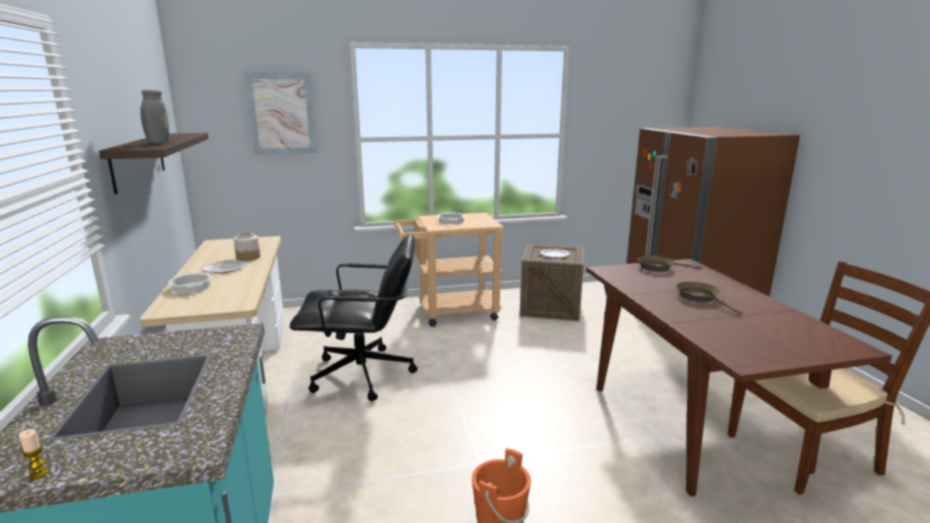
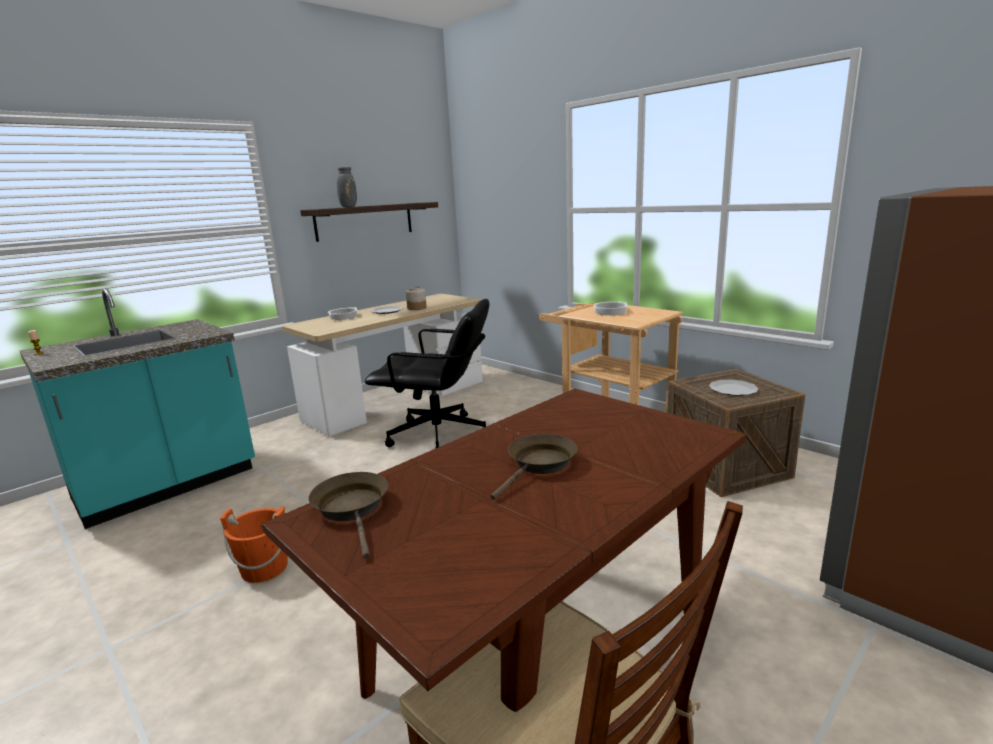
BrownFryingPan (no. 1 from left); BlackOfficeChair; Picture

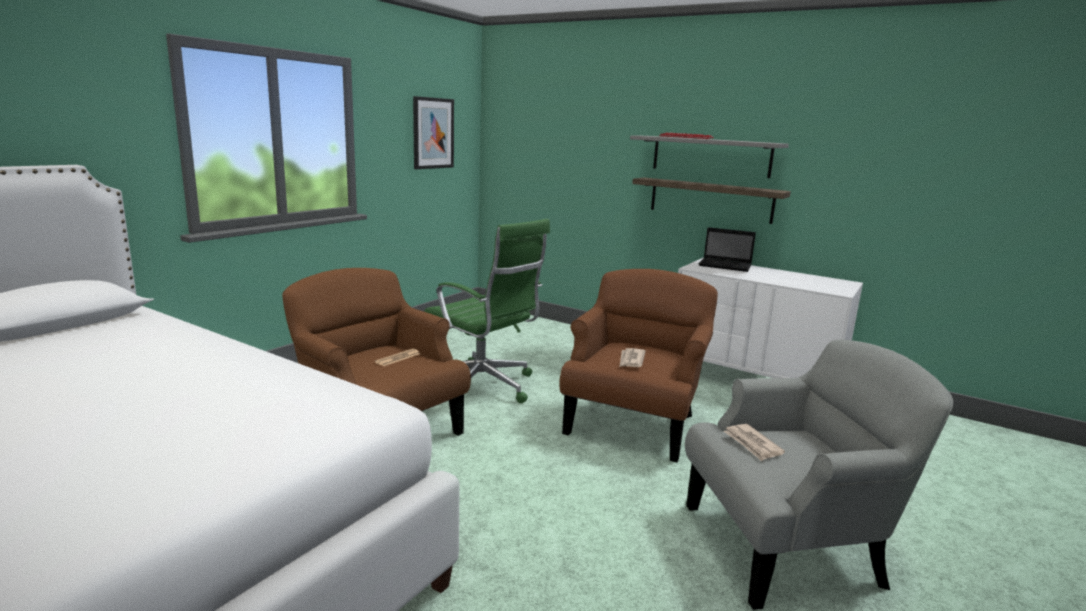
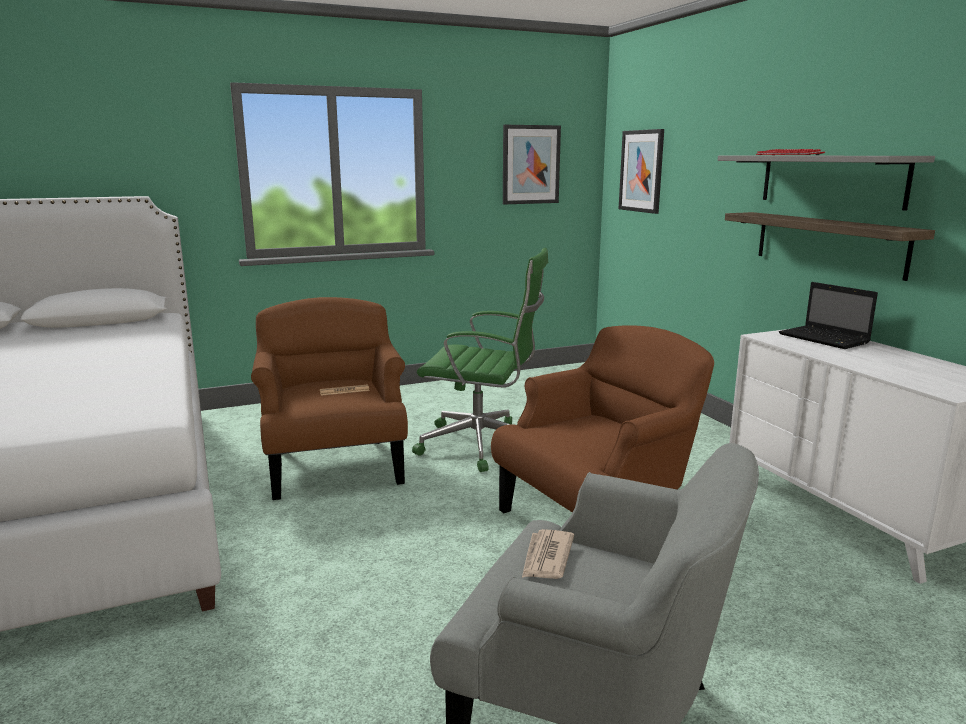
GreenOfficeChair; Picture (no. 2 from left); Newspaper (no. 2 from left in the first image)

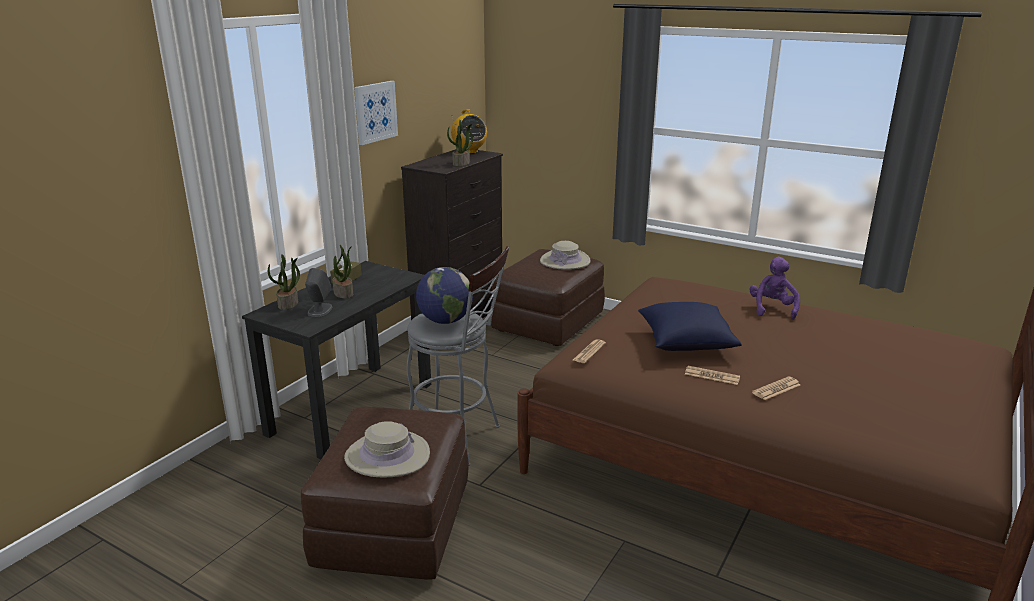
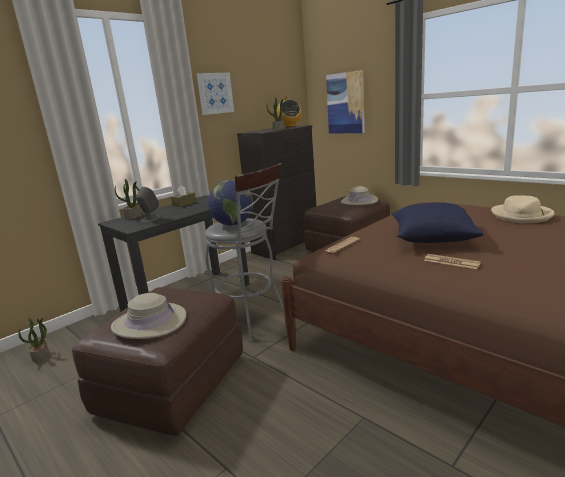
PottedPlant (no. 1 from left); Picture (no. 2 from left); BeigeHat (no. 3 from left); Newspaper (no. 3 from left in the first image)

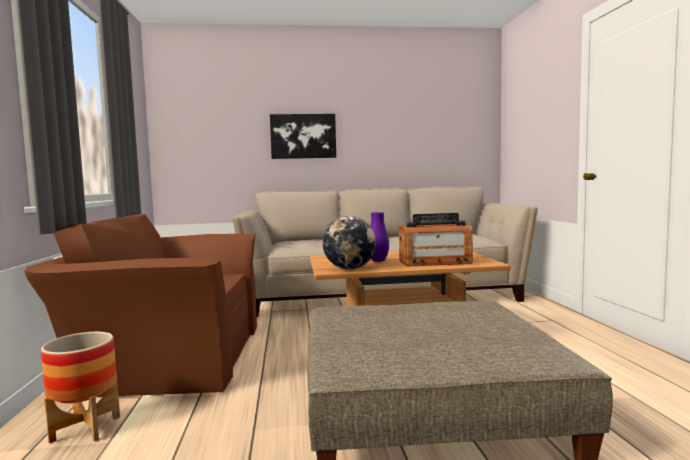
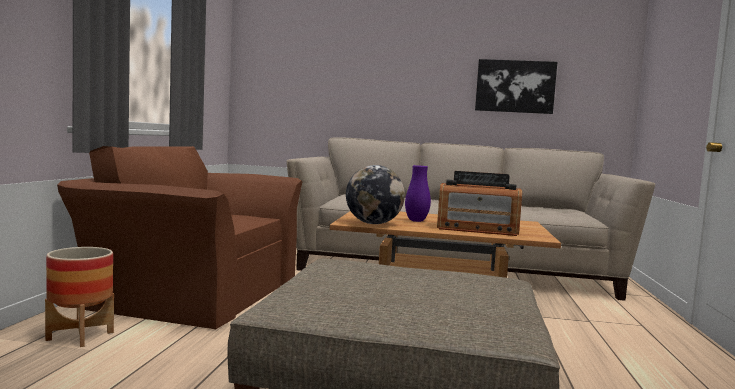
Picture

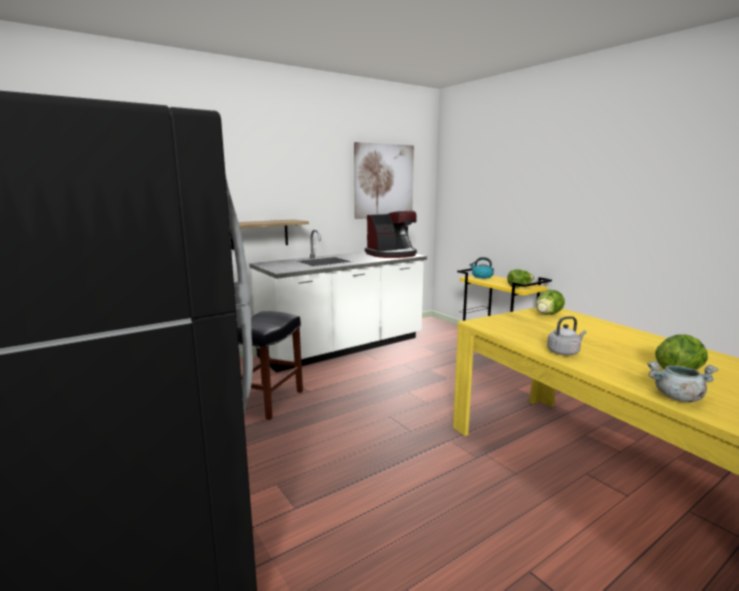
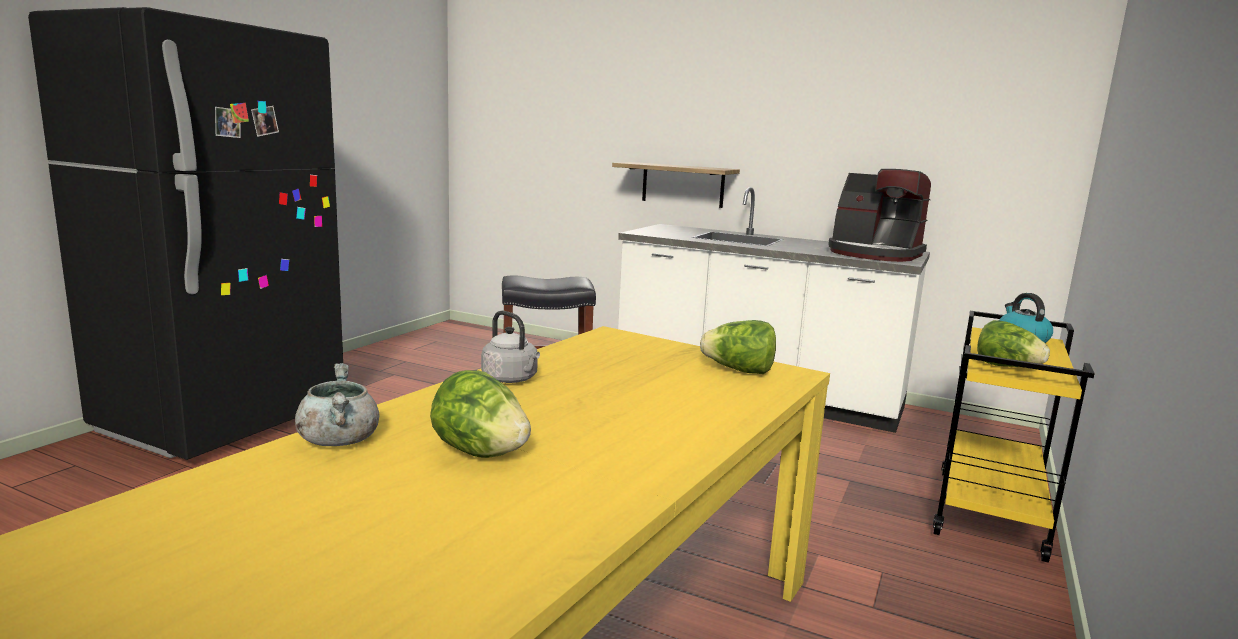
Picture

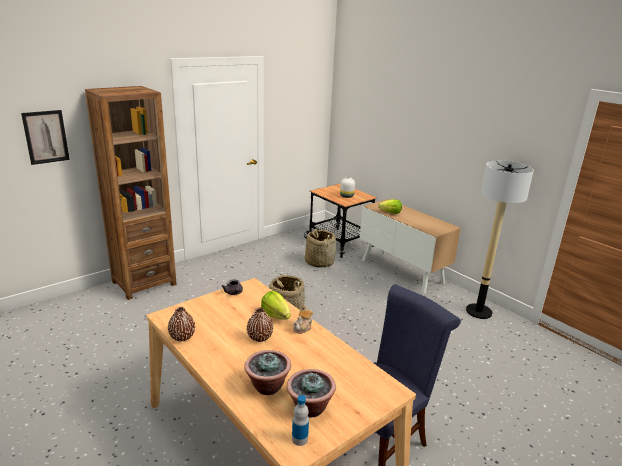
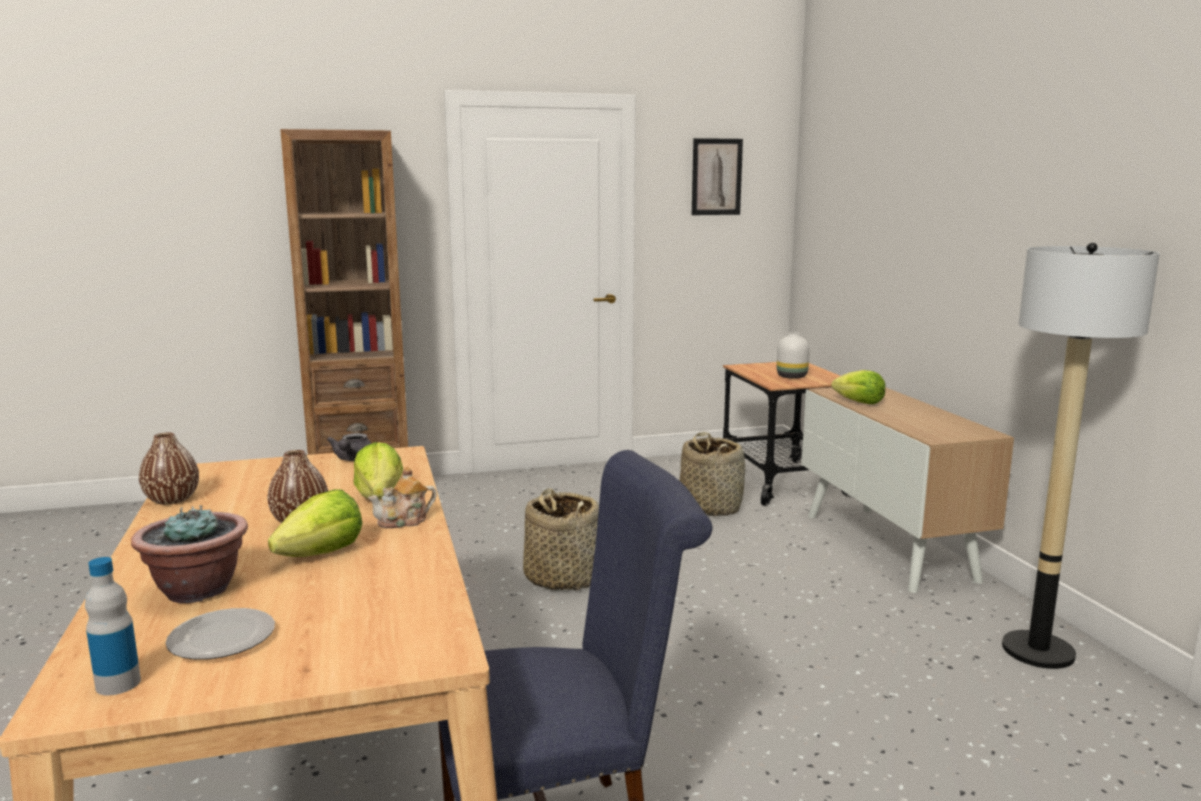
Plate; Lettuce (no. 1 from left); Picture

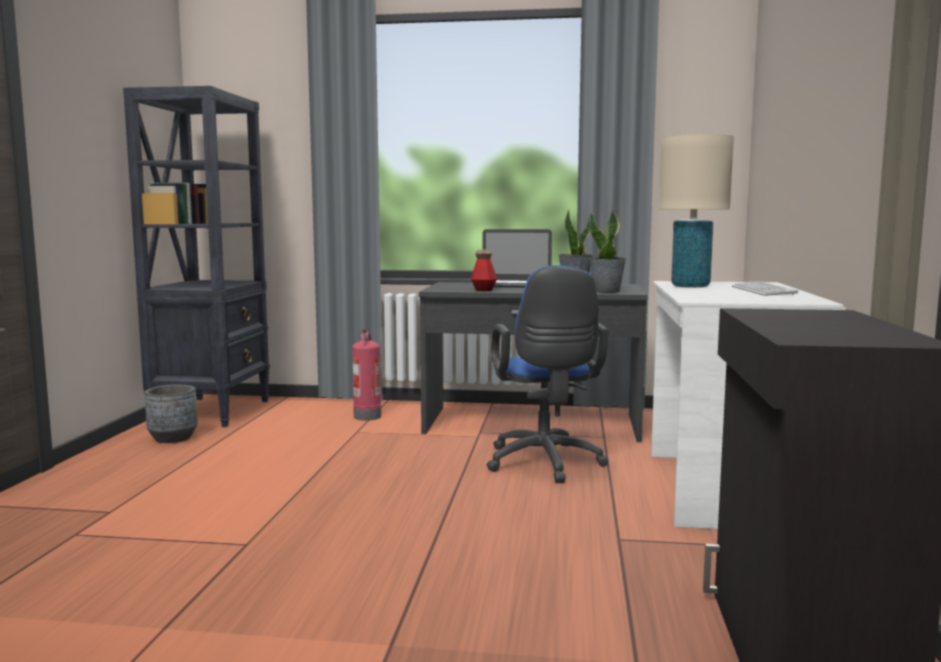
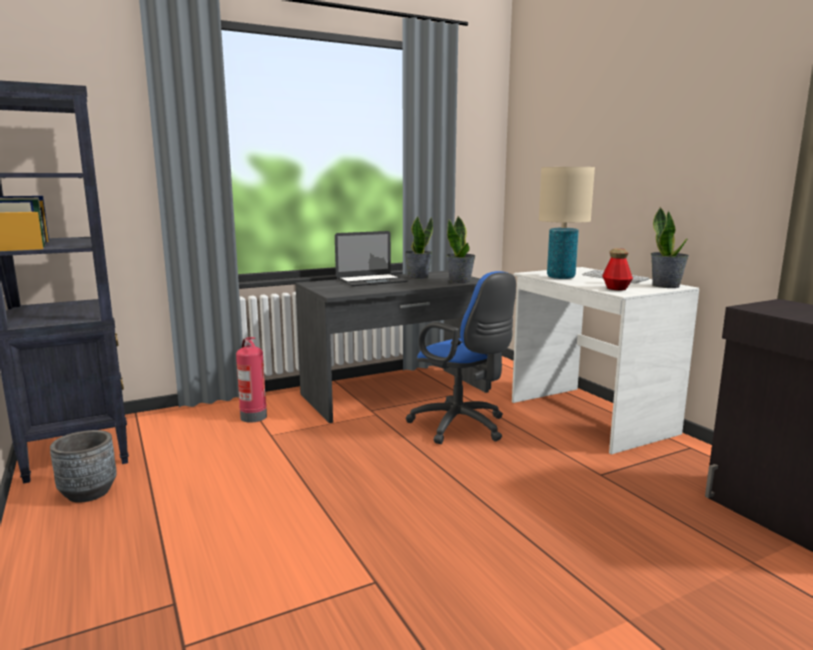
Bottle; PottedPlant (no. 3 from left)

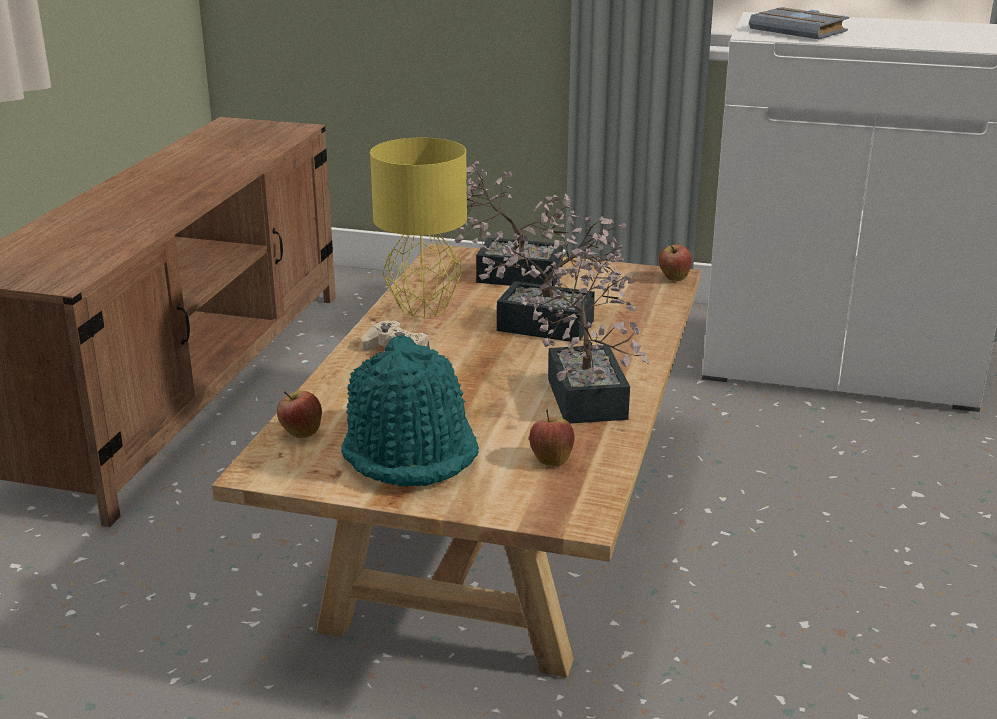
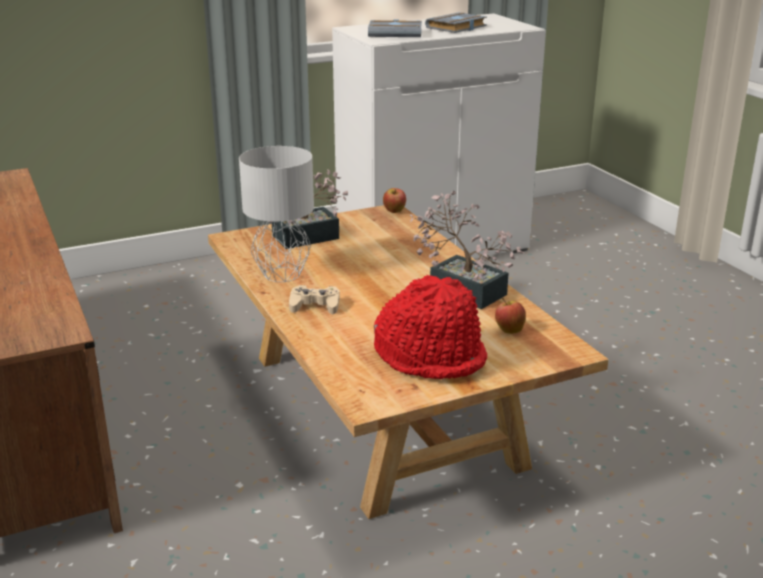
GreyTableLamp; RedHat; GreyBook (no. 2 from left); Apple (no. 1 from left in the first image); PottedPlant (no. 2 from left in the first image)

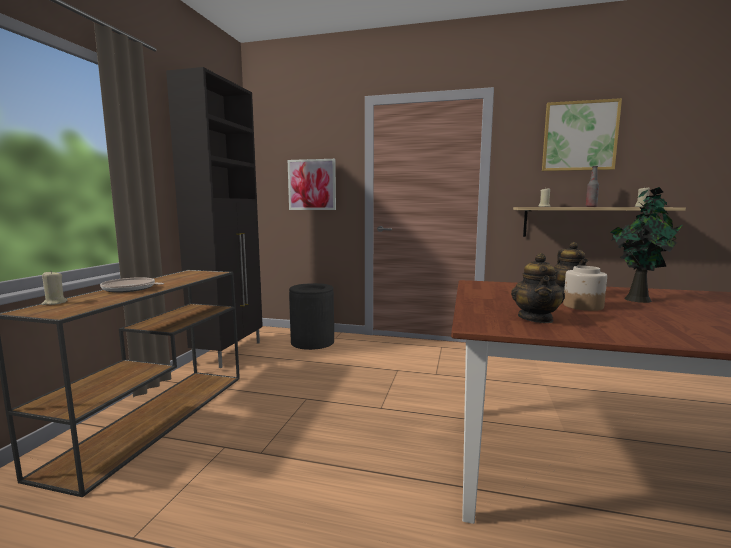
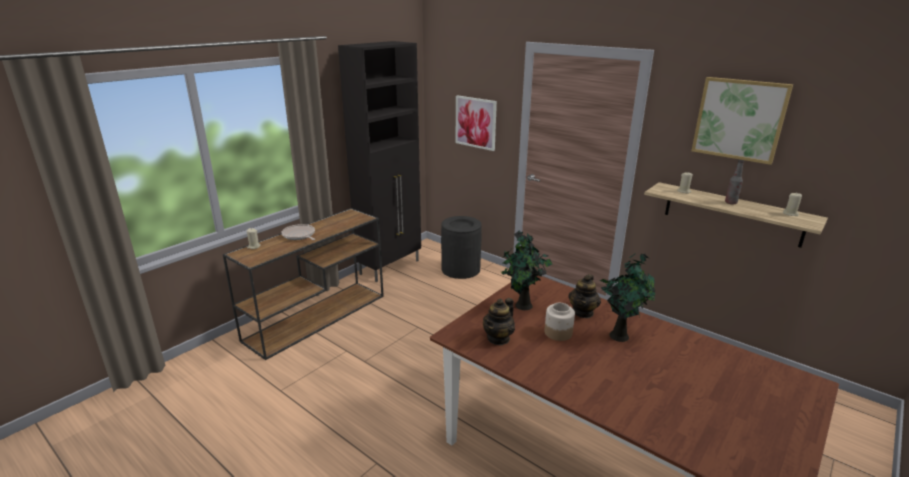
PottedPlant (no. 1 from left)

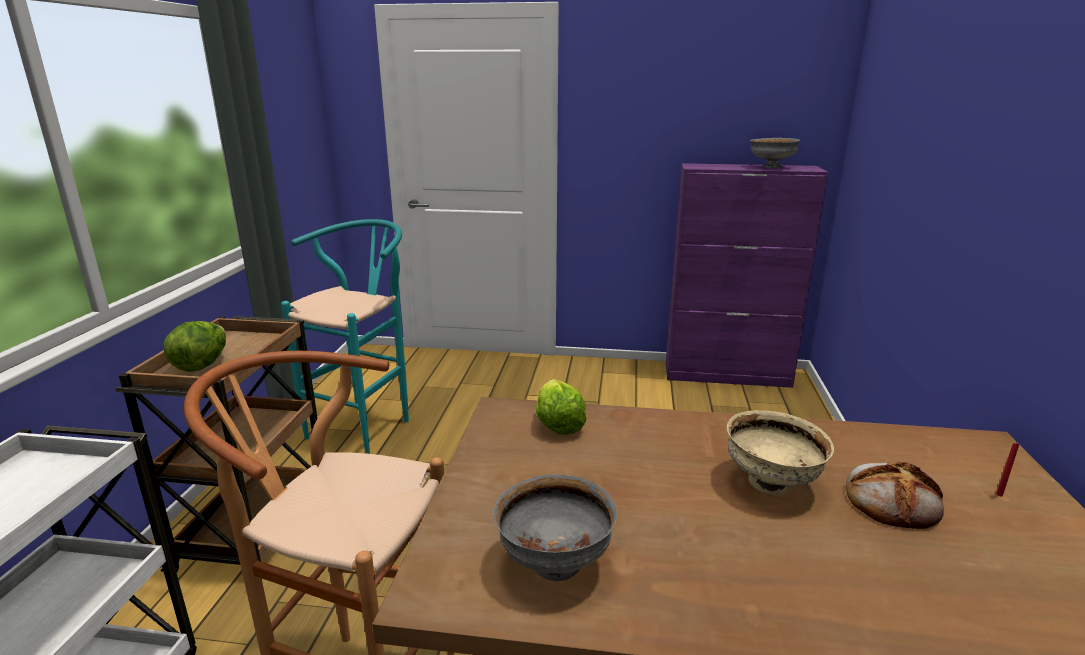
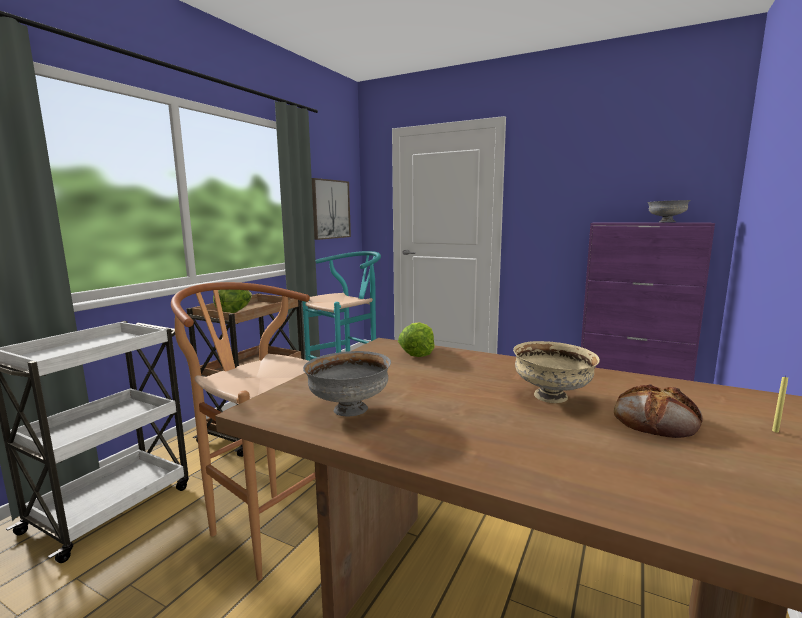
Picture; YellowCandle

